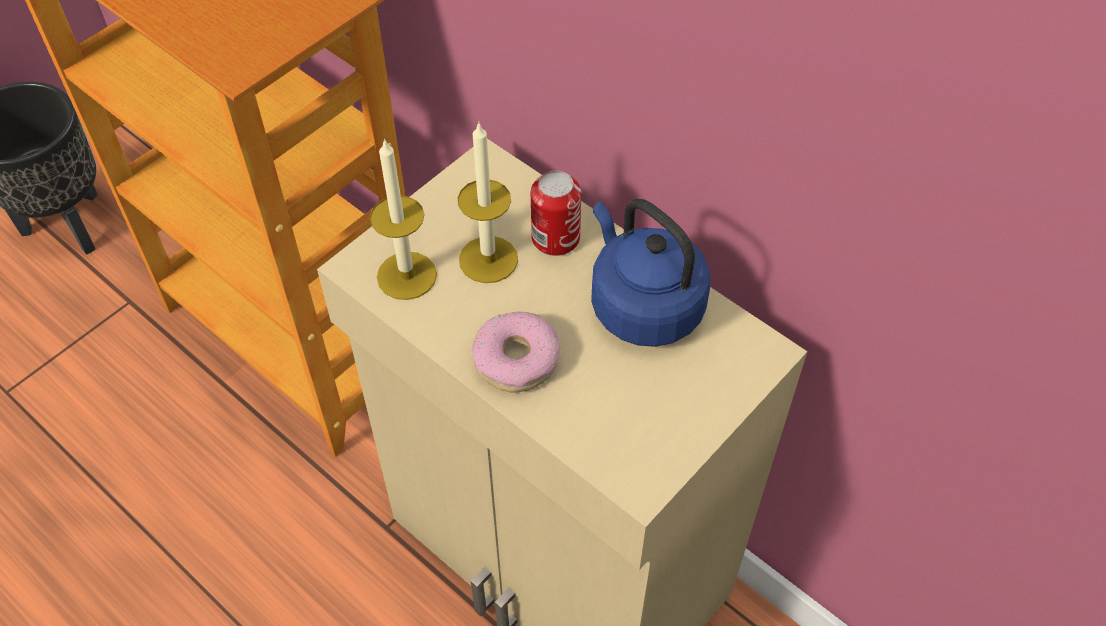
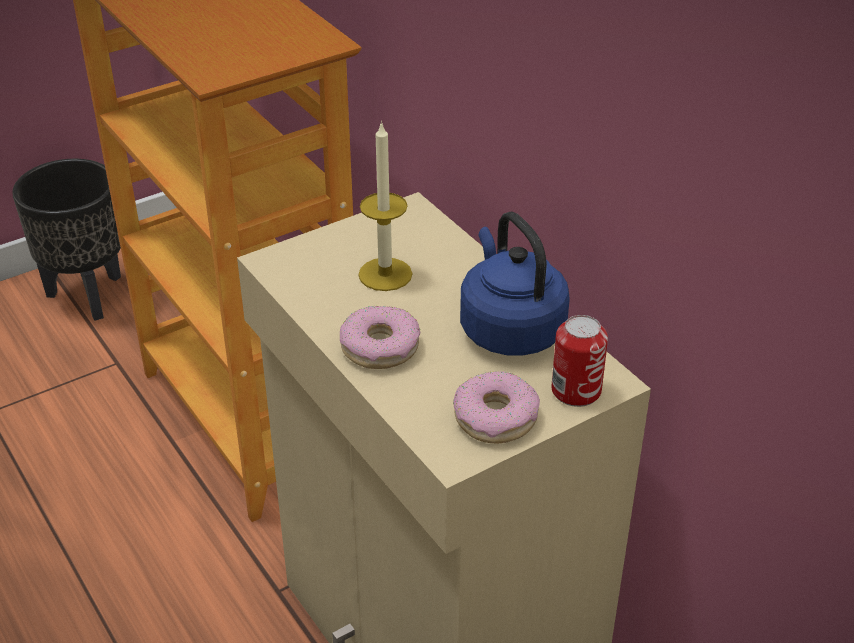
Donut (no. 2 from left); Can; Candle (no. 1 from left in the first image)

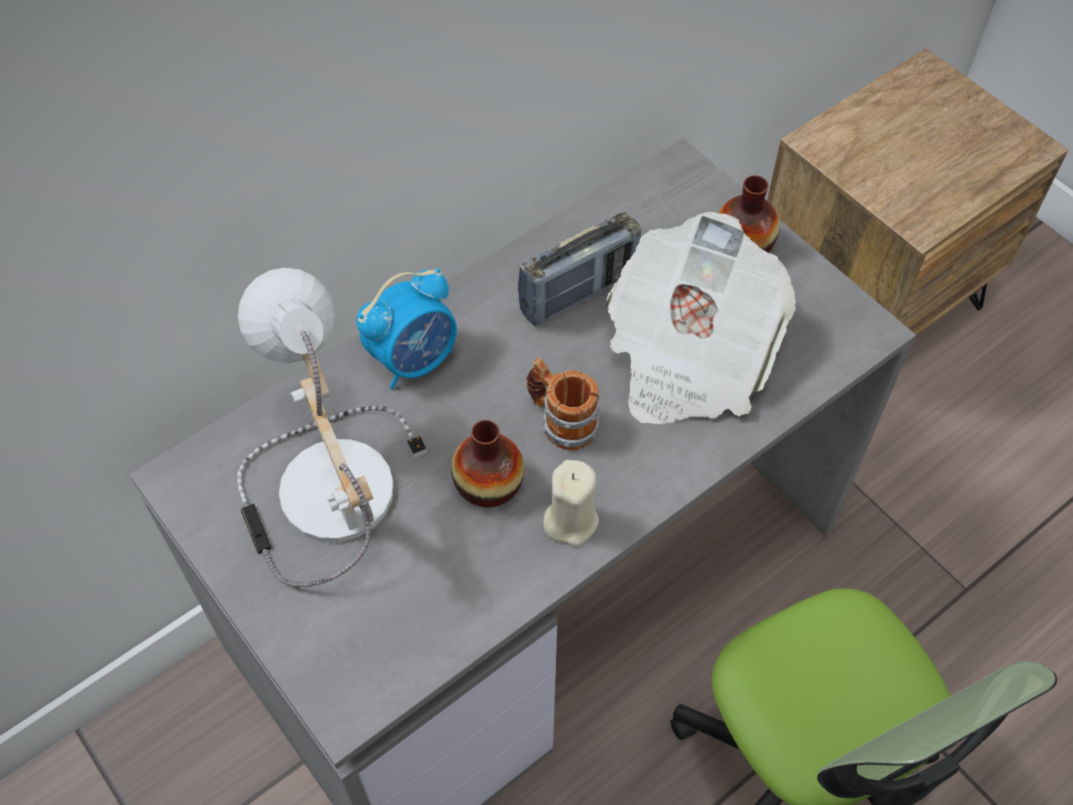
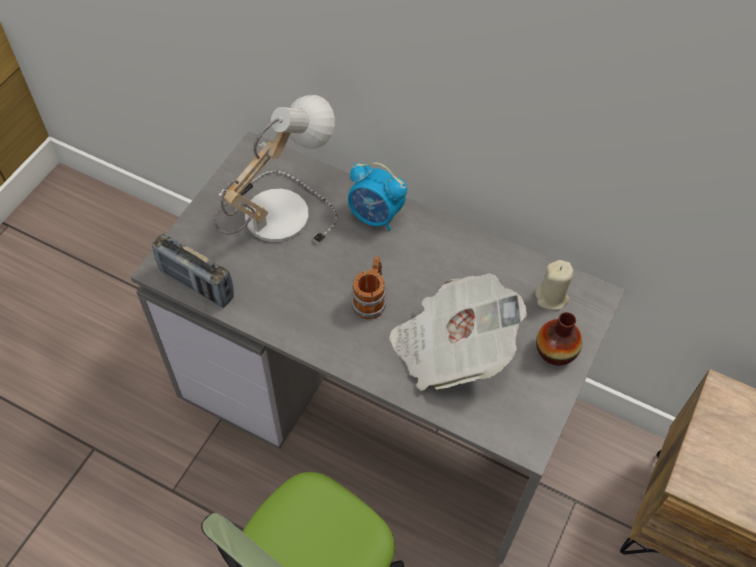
Radio; BeigeCandle; Vase (no. 1 from left in the first image)

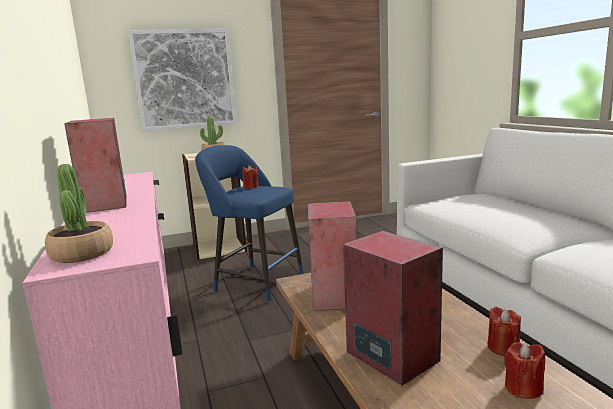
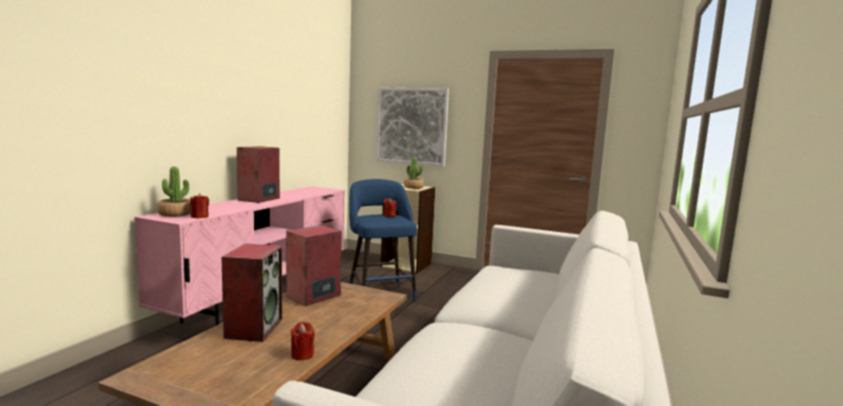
RedCandle (no. 1 from left)

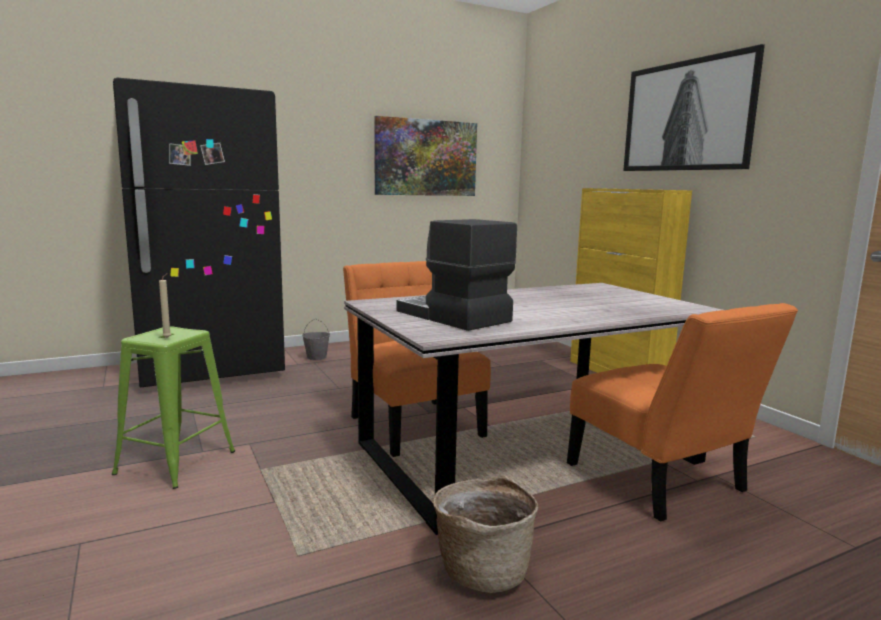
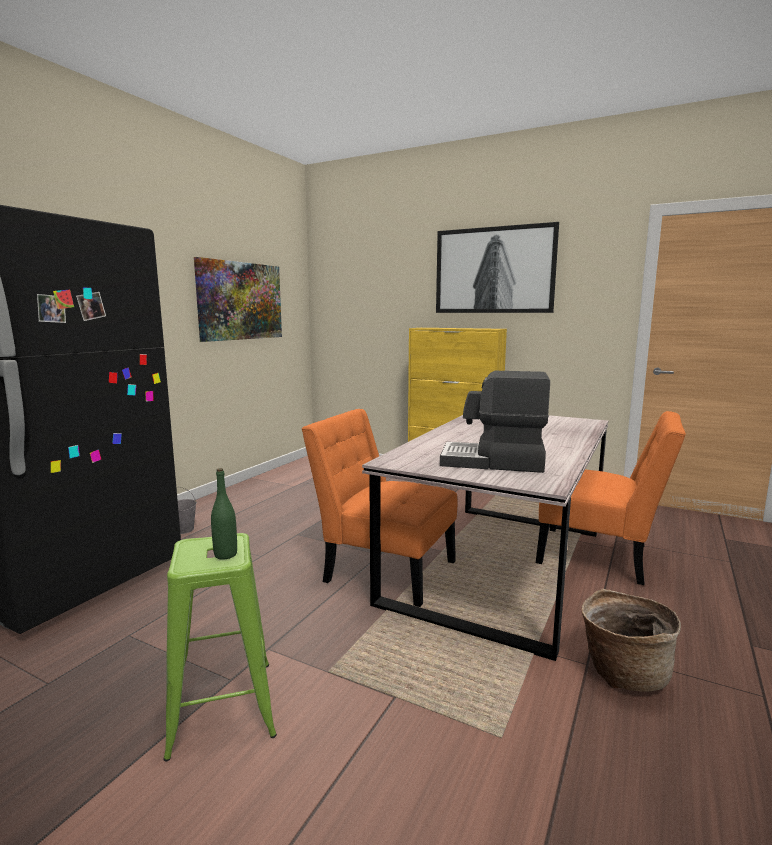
GreenBottle

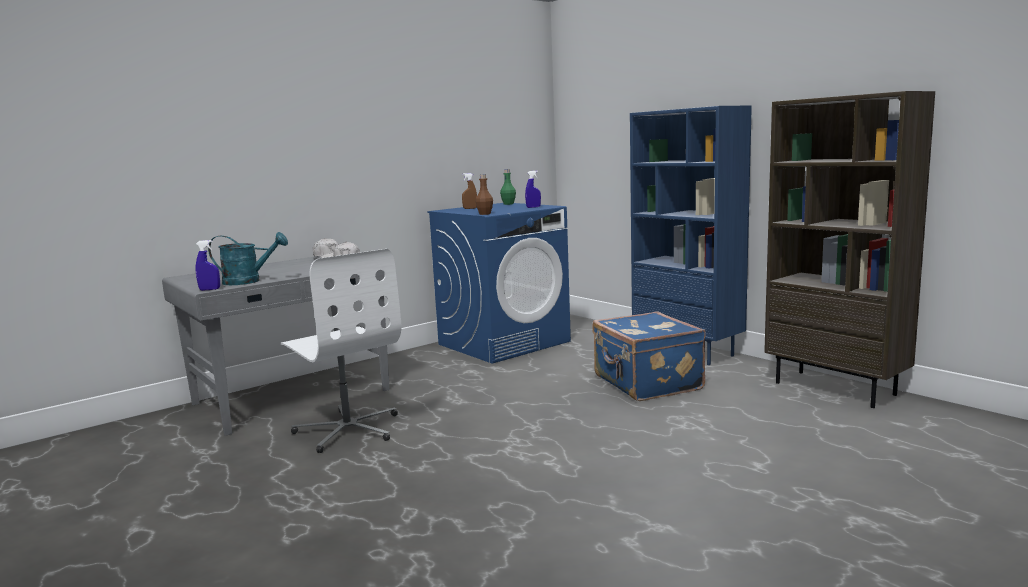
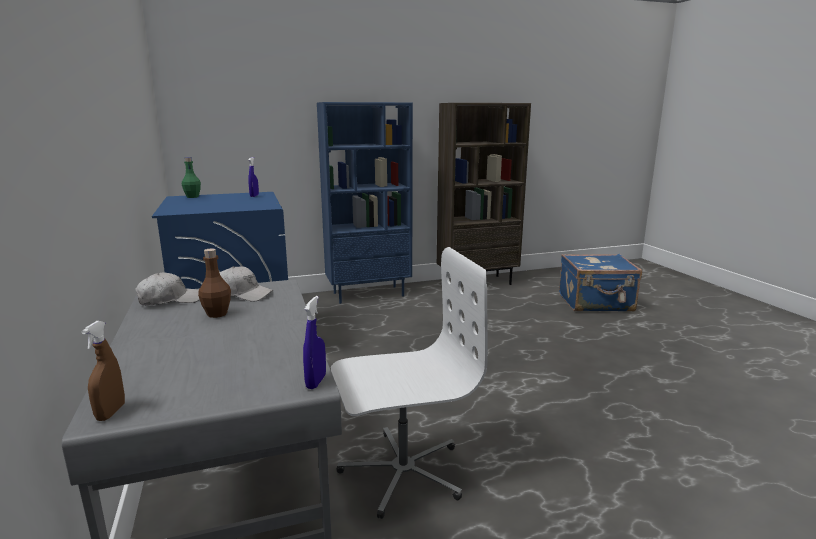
BrownSprayBottle; BrownBottle; BlueSuitcase; TurquoiseWateringCan

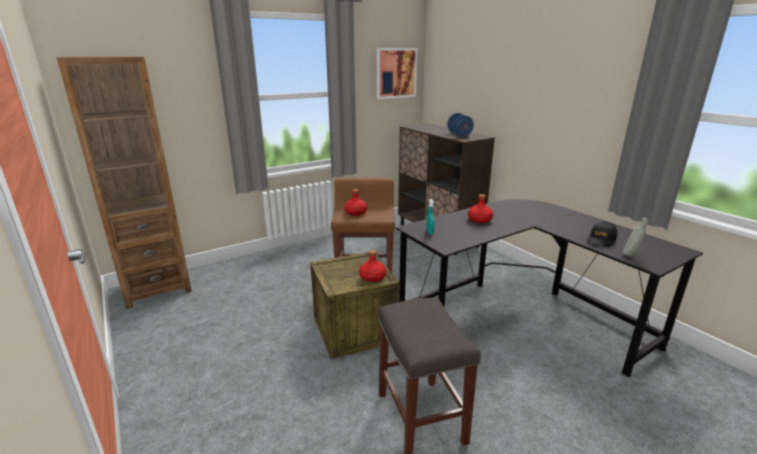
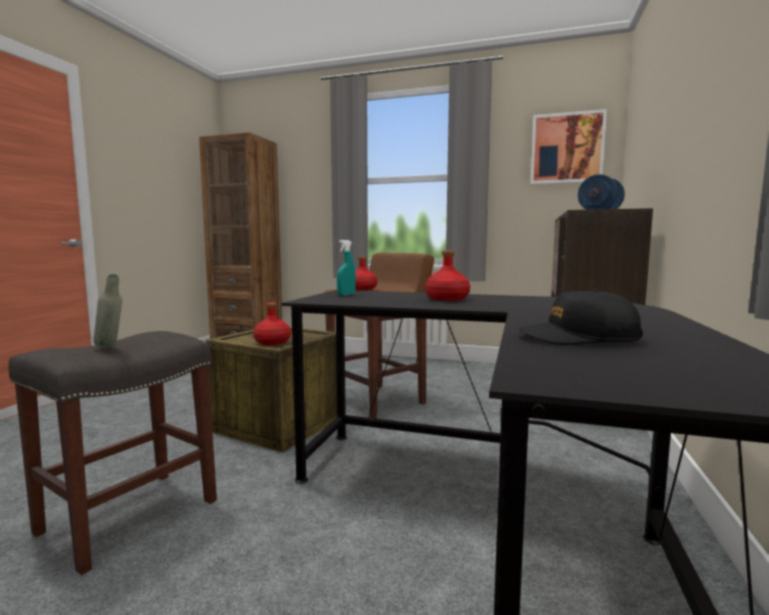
GreyBottle

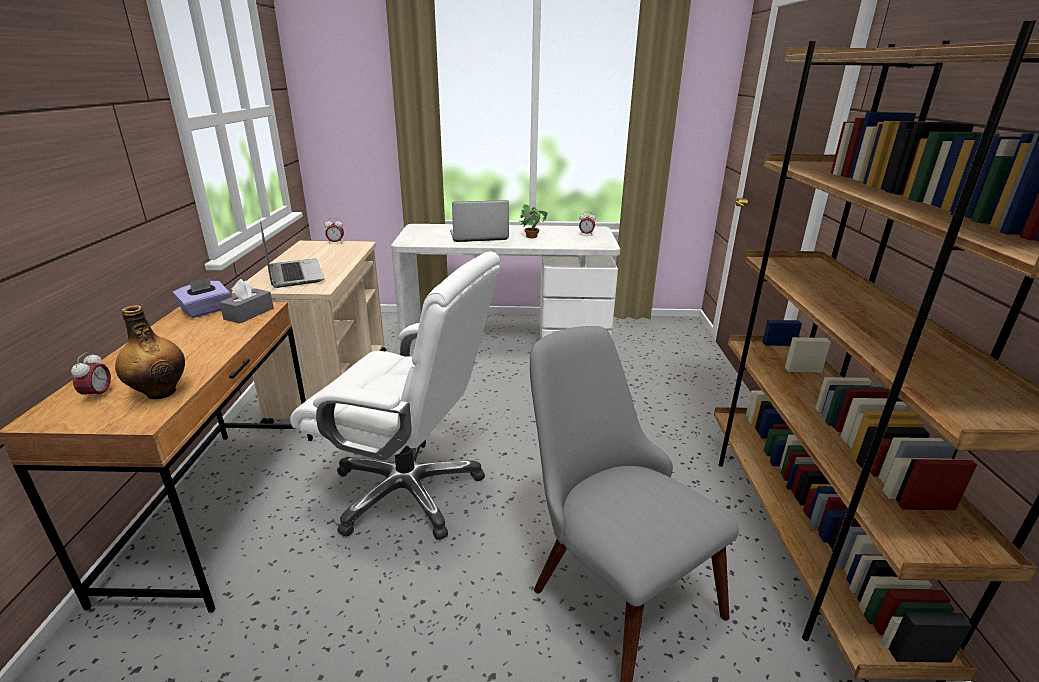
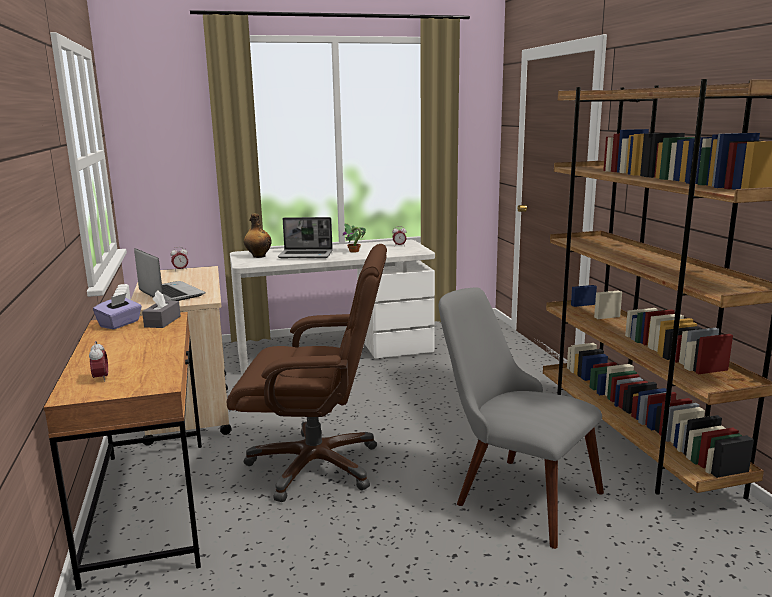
BrownOfficeChair; Bottle; Laptop (no. 2 from left)

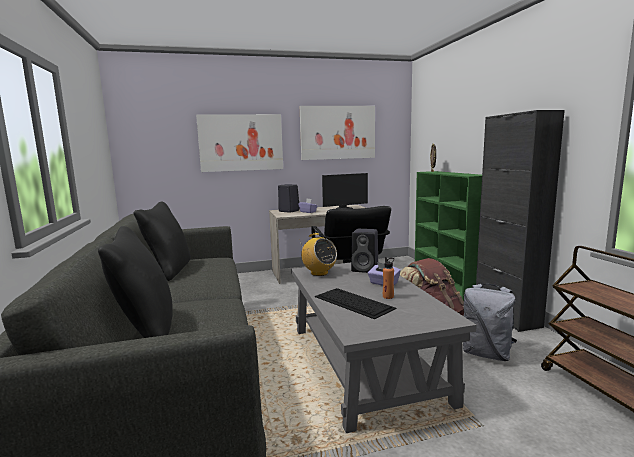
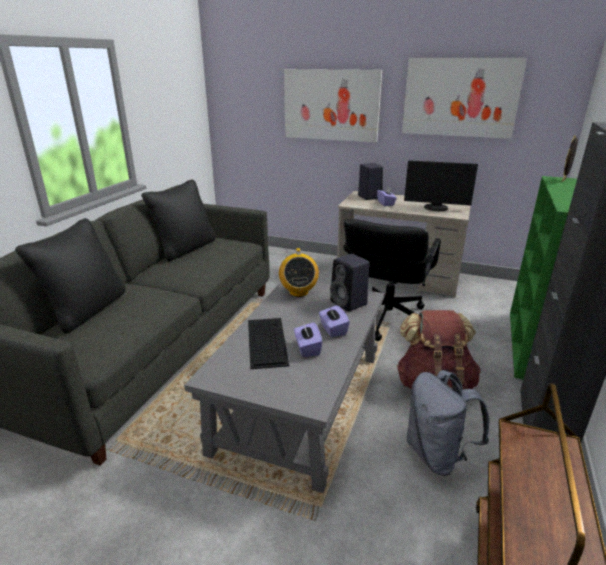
PurpleTissueBox (no. 1 from left)

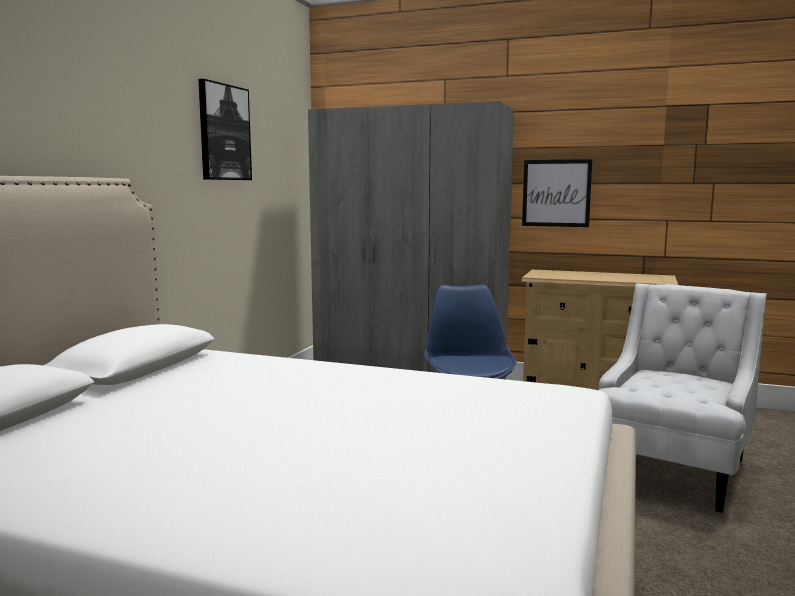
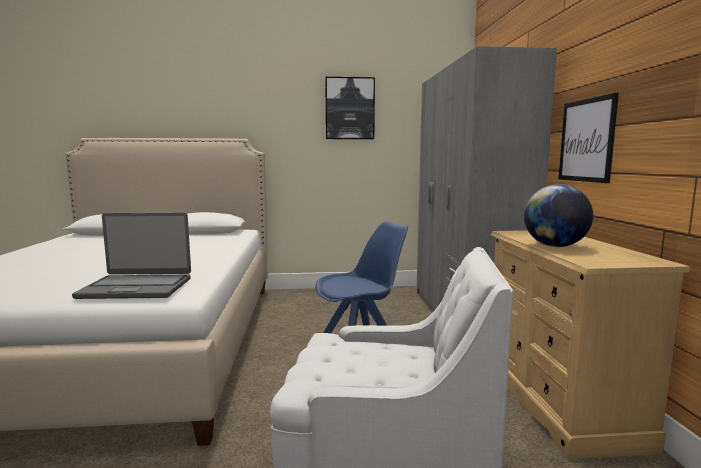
Laptop; Globe

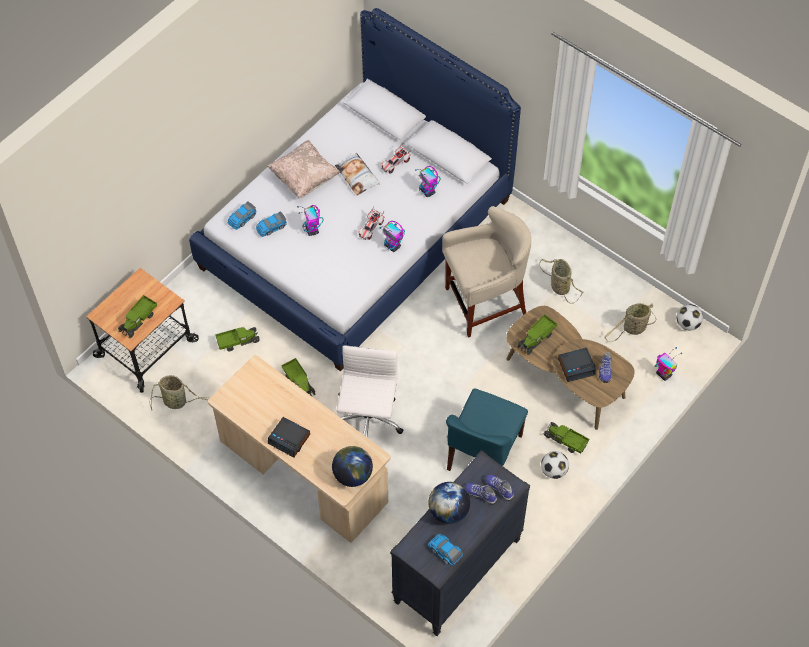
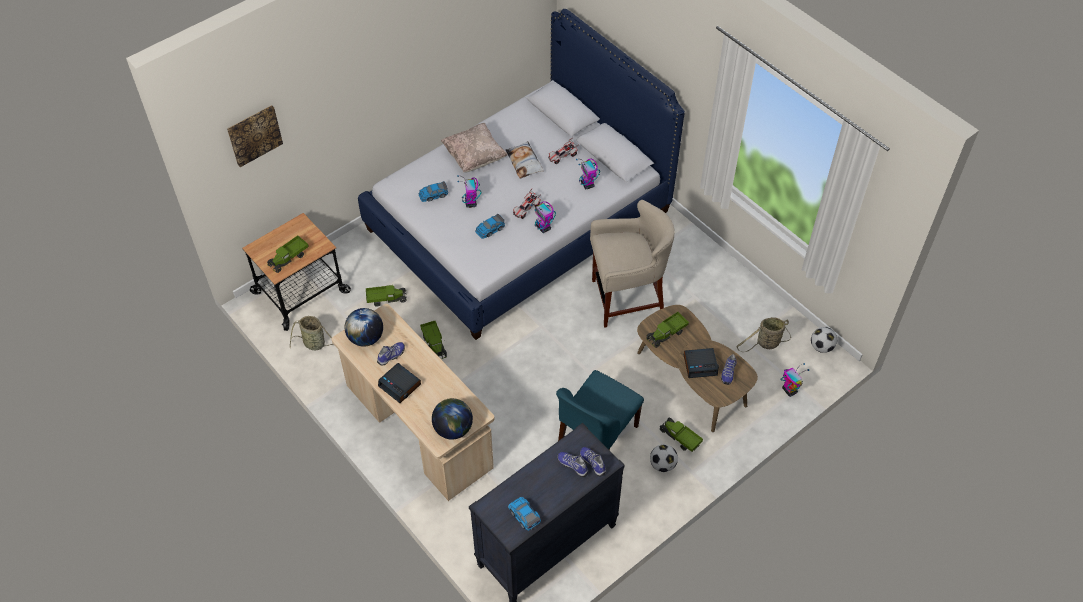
Picture; Globe (no. 1 from left); Shoe (no. 1 from left); ToyCar (no. 2 from left); WhiteOfficeChair; Basket (no. 2 from left in the first image)

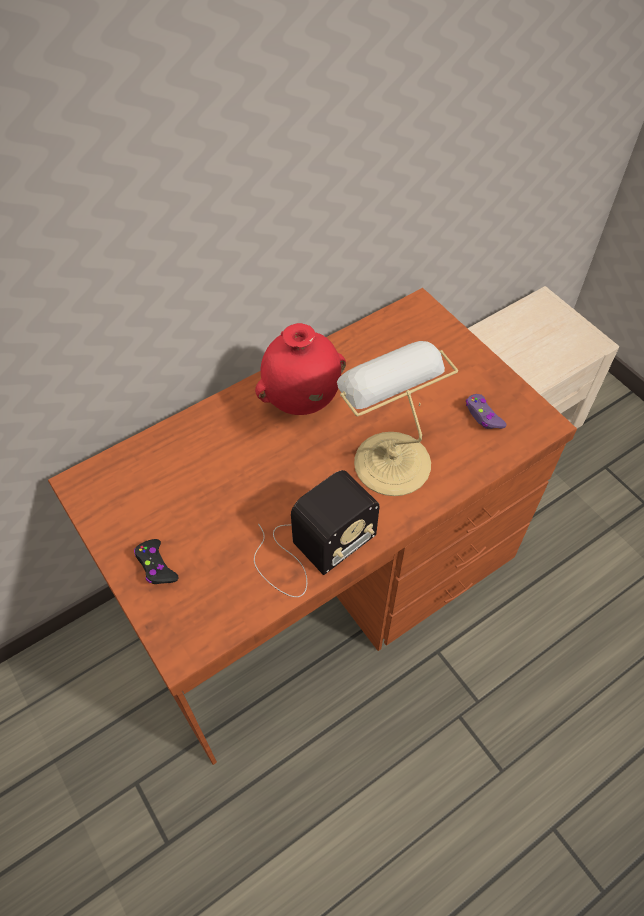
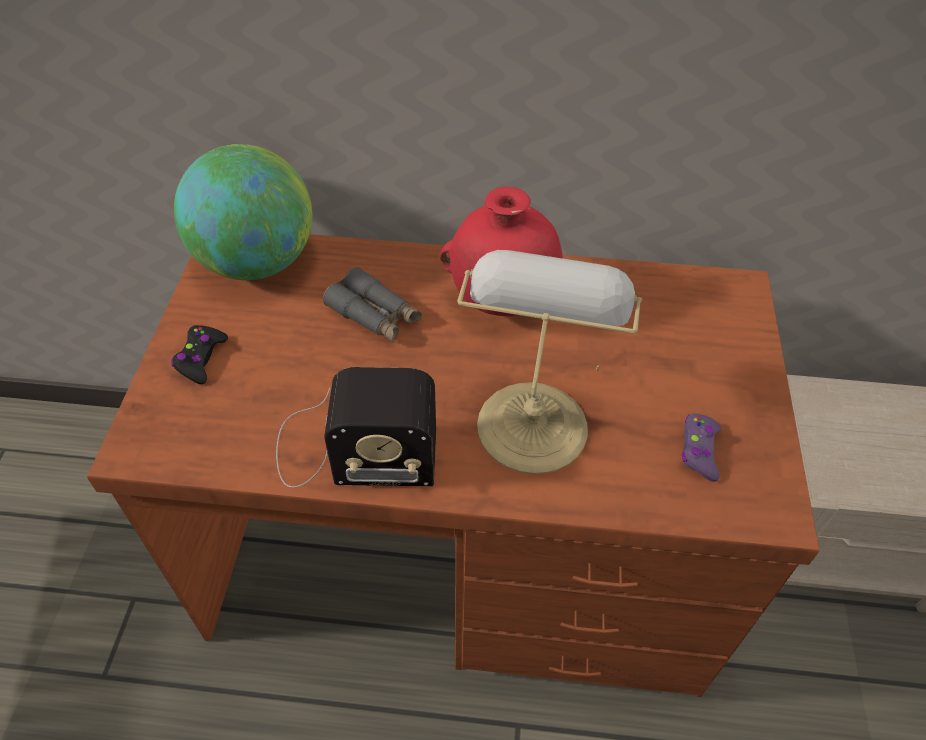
Globe; GreyBinoculars

